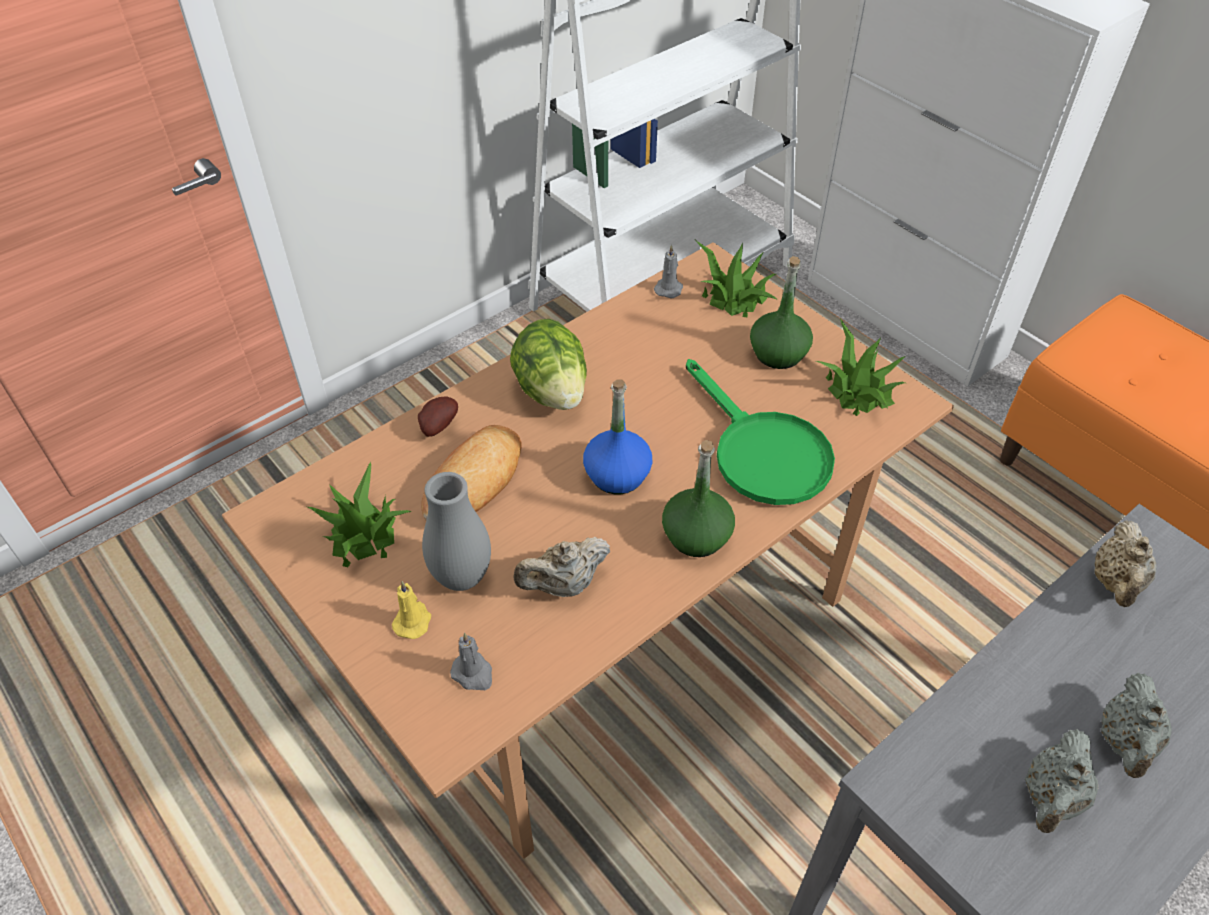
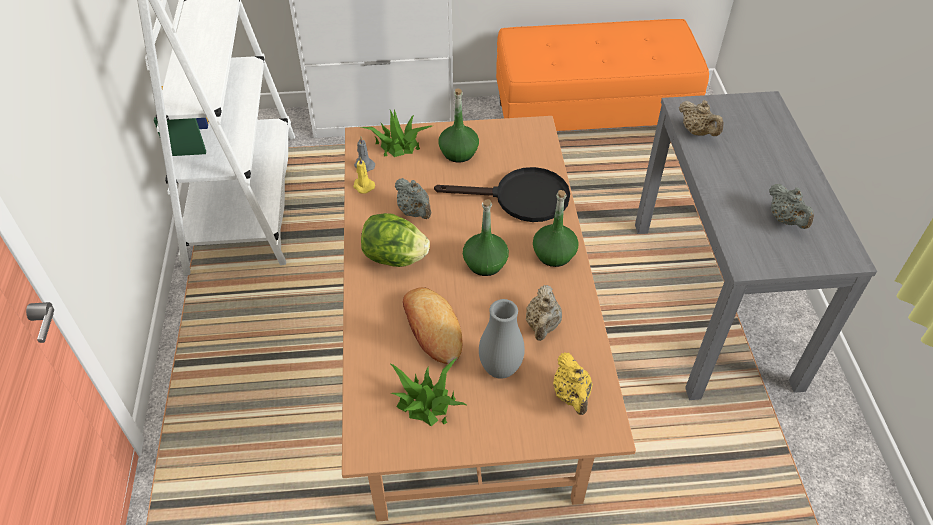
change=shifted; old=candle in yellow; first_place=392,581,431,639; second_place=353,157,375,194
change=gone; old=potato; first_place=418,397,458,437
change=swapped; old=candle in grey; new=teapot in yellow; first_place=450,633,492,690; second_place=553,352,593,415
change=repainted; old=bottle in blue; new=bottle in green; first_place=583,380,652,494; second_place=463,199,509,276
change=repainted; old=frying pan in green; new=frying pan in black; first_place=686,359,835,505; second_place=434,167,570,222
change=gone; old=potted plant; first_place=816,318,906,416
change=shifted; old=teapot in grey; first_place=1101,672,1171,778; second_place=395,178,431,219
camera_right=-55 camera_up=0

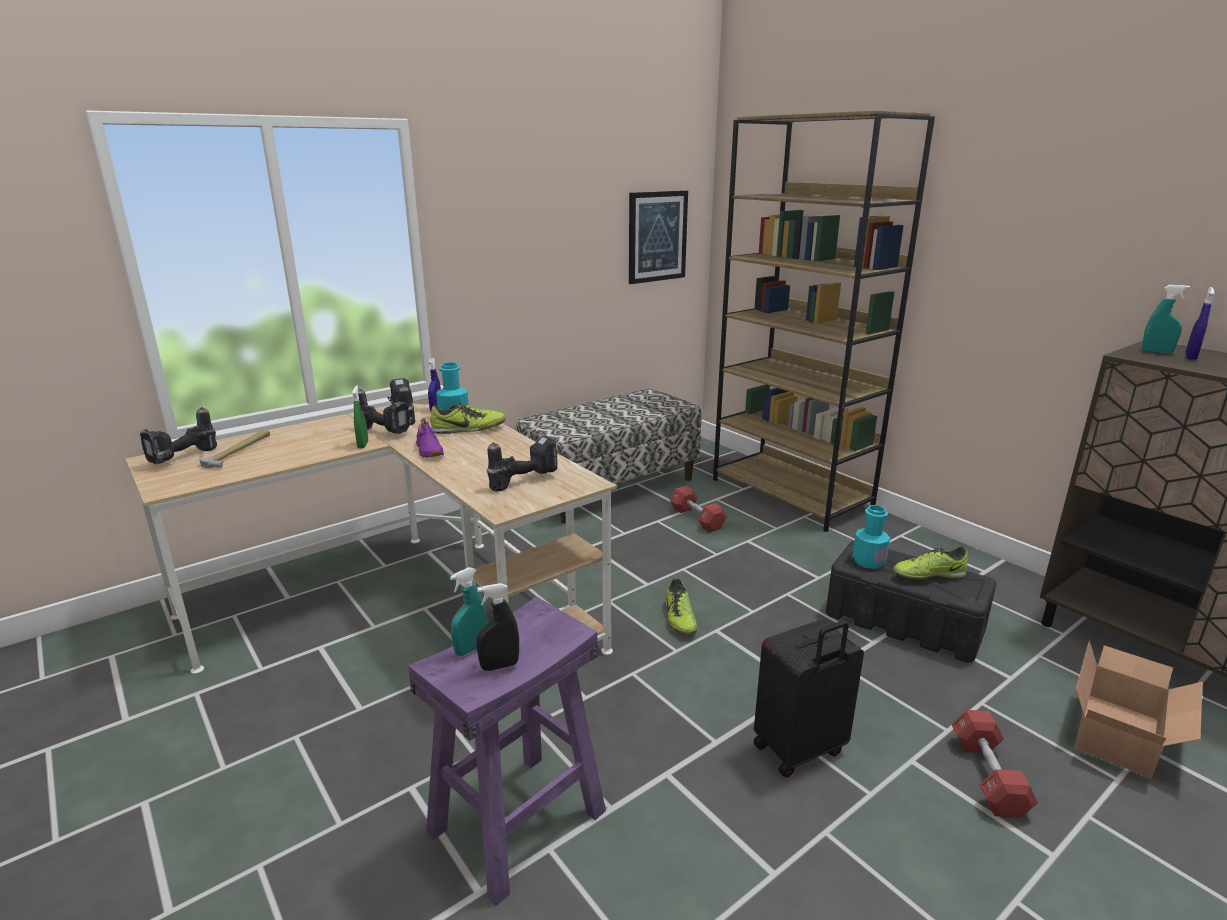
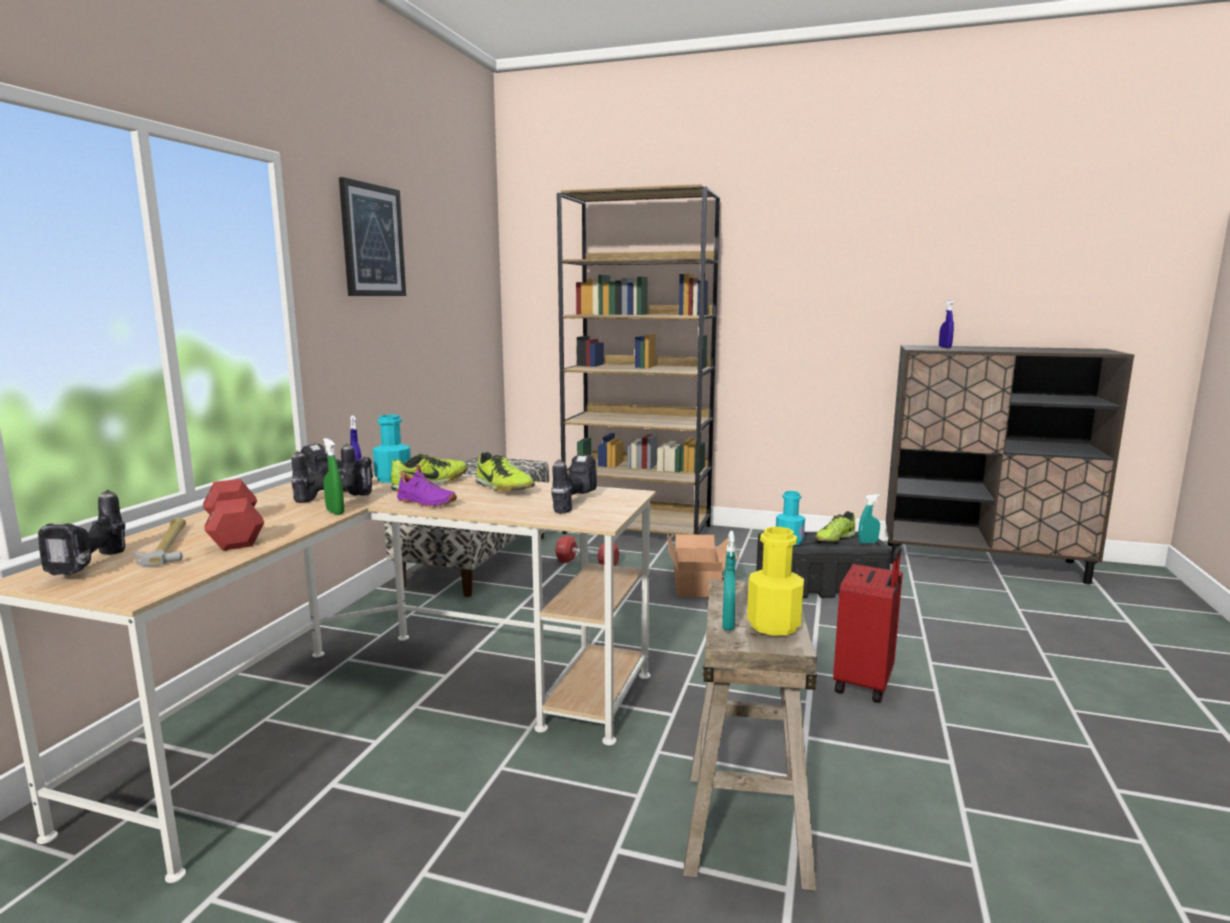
change=repainted; old=stool in purple; new=stool in beige; first_place=408,597,606,906; second_place=683,579,817,890
change=swapped; old=spray bottle in black; new=bottle in yellow; first_place=476,583,519,671; second_place=747,527,804,636
change=shifted; old=picture; first_place=629,190,688,284; second_place=339,177,406,296
change=shifted; old=shoe; first_place=665,579,697,634; second_place=476,452,535,491
change=repainted; old=suitcase in black; new=suitcase in red; first_place=754,620,864,778; second_place=833,547,903,703
change=shifted; old=dumbbell in red; first_place=952,710,1038,818; second_place=203,479,264,551
change=shifted; old=cardboard box; first_place=1074,640,1203,778; second_place=667,532,738,597
change=shifted; old=spray bottle in turquoise; first_place=1142,285,1190,353; second_place=858,494,880,544
camera_right=-35 camera_up=-10

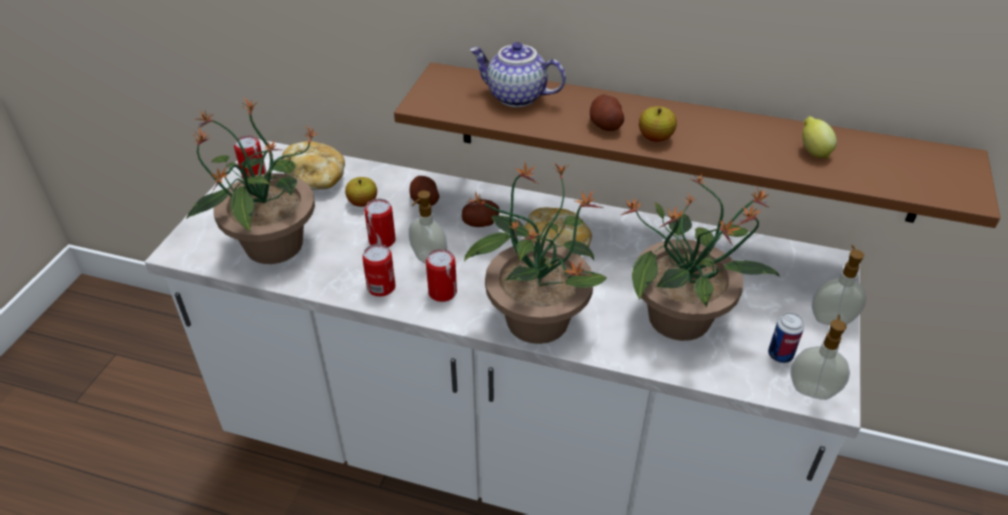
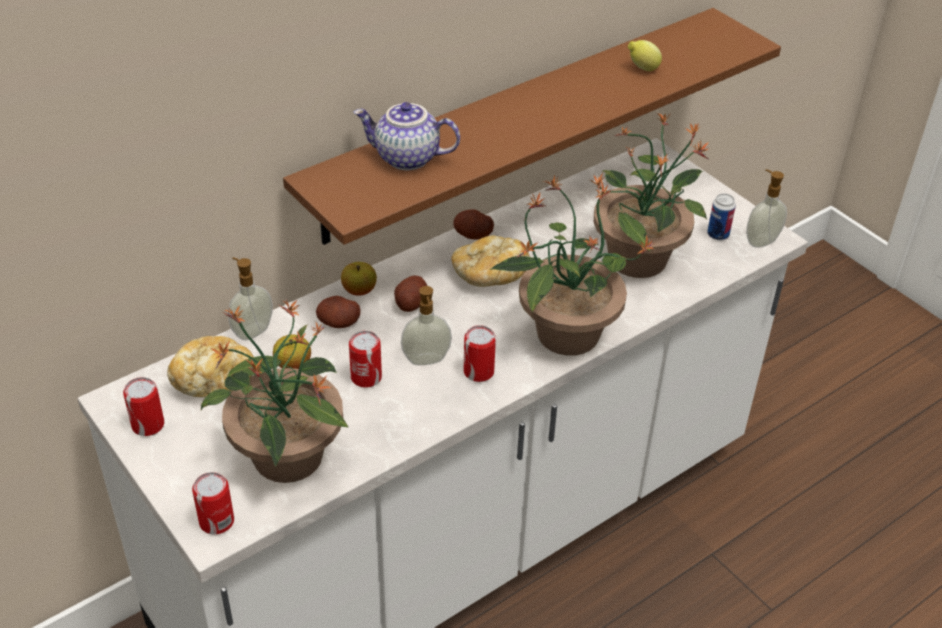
change=shifted; old=can; first_place=362,244,396,297; second_place=192,472,234,534
change=rotated; old=teapot; first_place=470,42,566,107; second_place=354,102,460,170; degrees=45
change=shifted; old=potato; first_place=590,95,624,131; second_place=453,209,494,240
change=shifted; old=apple; first_place=639,106,677,142; second_place=341,262,377,296
change=shifted; old=soap dispenser; first_place=812,245,867,325; second_place=228,257,273,340
camera_right=-55 camera_up=0

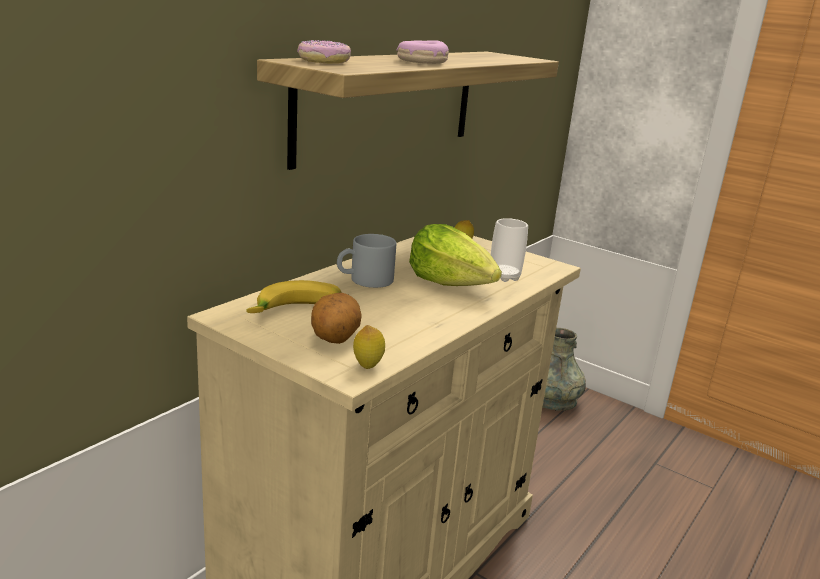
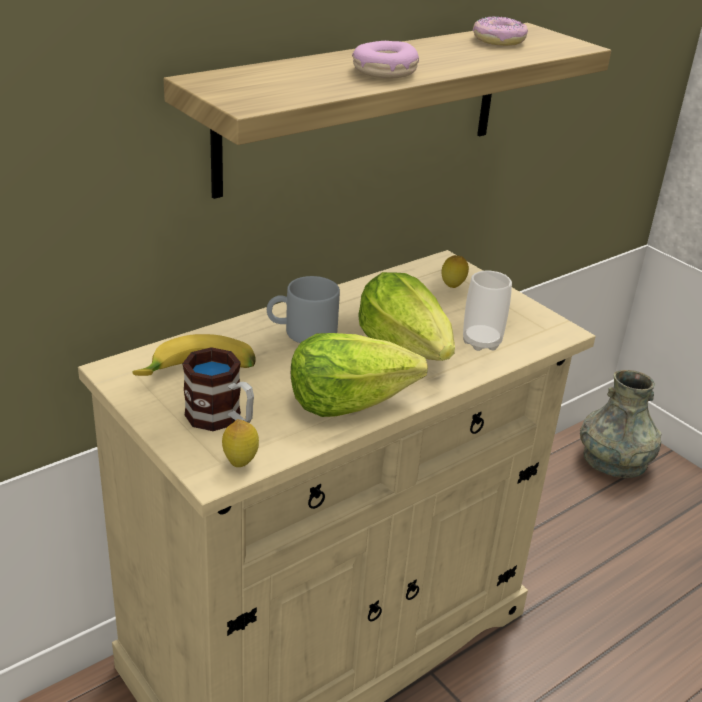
change=shifted; old=donut; first_place=297,40,351,64; second_place=473,16,528,46
change=swapped; old=potato; new=mug; first_place=311,293,362,344; second_place=182,347,254,431
change=new; new=lettuce; second_place=291,333,428,417
camera_right=15 camera_up=10

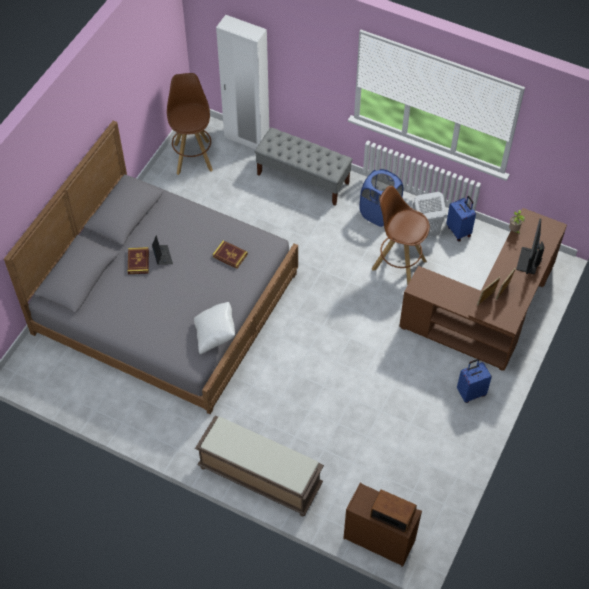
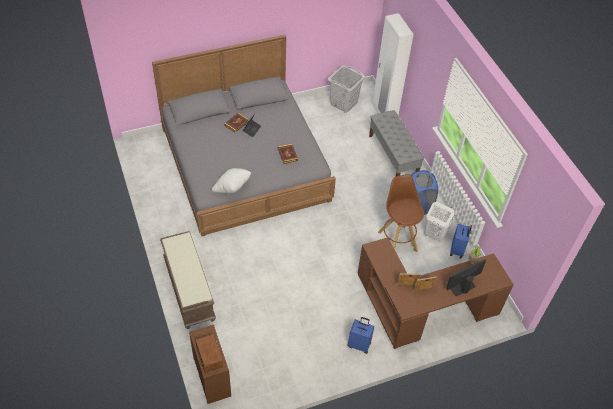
change=swapped; old=stool in brown; new=laundry basket in grey; first_place=167,73,213,175; second_place=328,65,365,113
camera_right=40 camera_up=-5

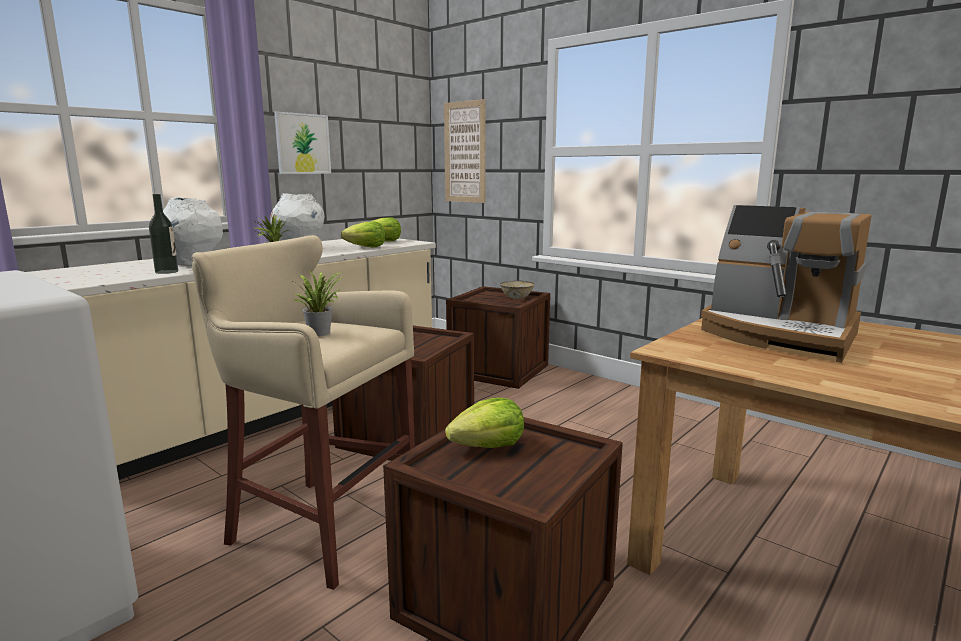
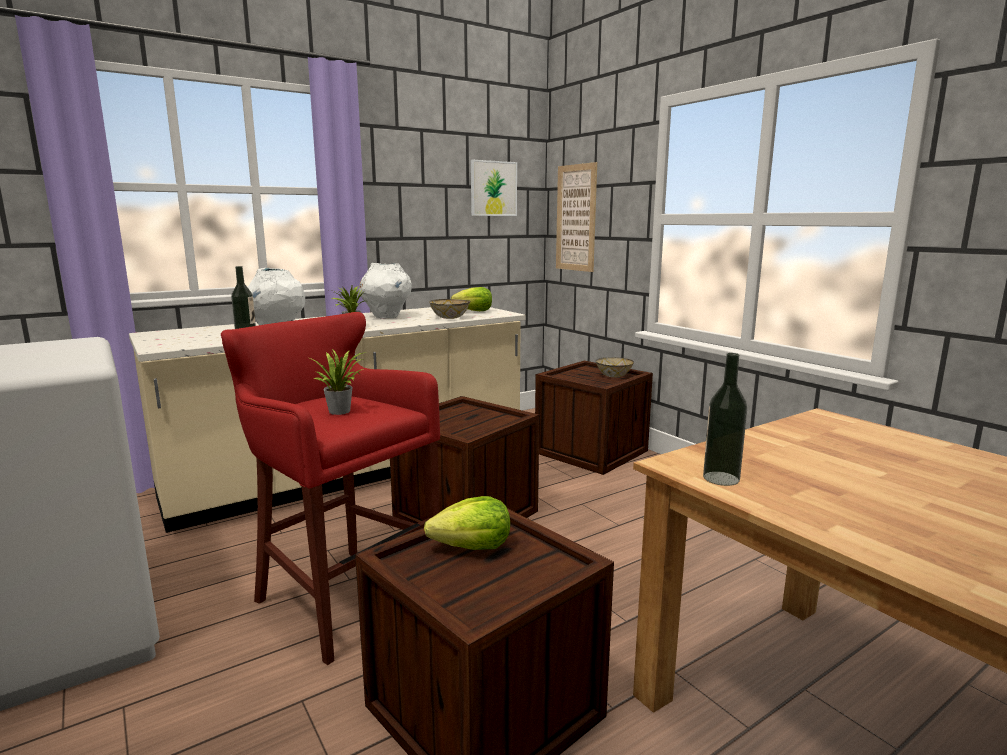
change=repainted; old=stool in beige; new=stool in red; first_place=192,235,415,590; second_place=221,312,440,665
change=shifted; old=picture; first_place=274,111,331,174; second_place=471,160,517,216
change=swapped; old=lettuce; new=bowl; first_place=341,221,386,247; second_place=429,299,470,319
change=gone; old=coffee machine; first_place=701,205,871,363
change=new; new=bottle; second_place=703,353,747,486
camera_right=15 camera_up=0

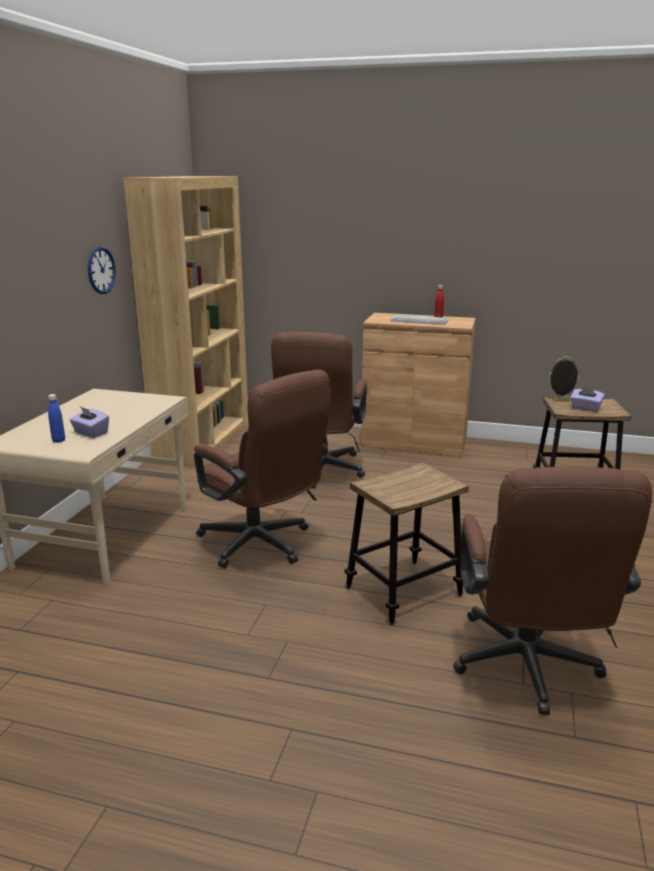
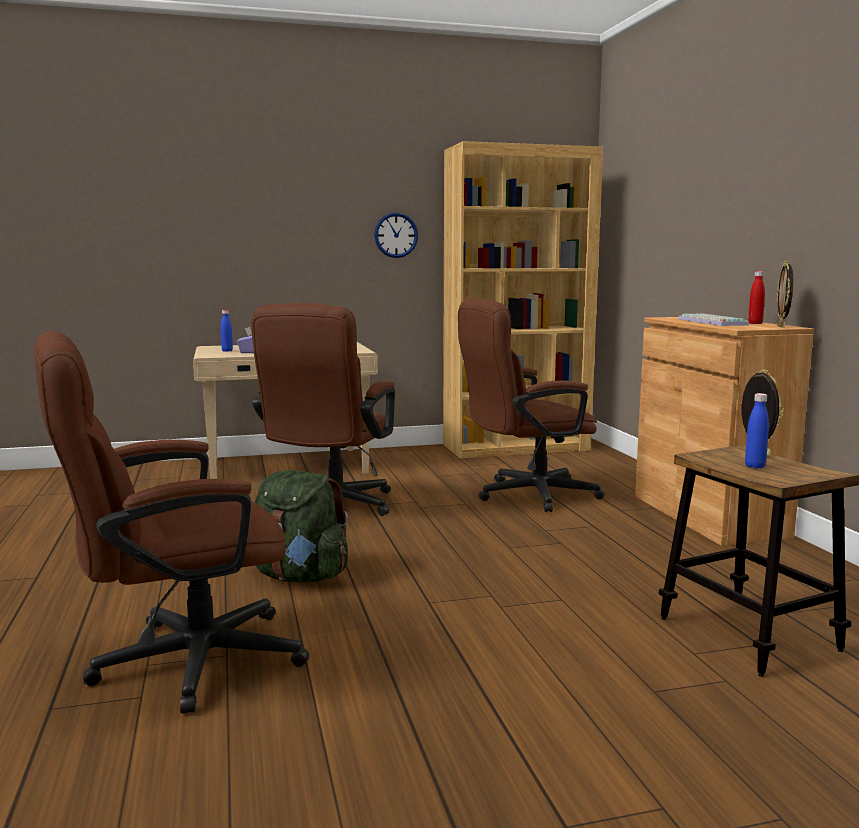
change=swapped; old=stool; new=backpack in green; first_place=344,462,469,625; second_place=255,470,348,583
change=swapped; old=tissue box in purple; new=bottle in blue; first_place=570,386,605,412; second_place=745,393,769,468
change=new; new=picture frame; second_place=777,260,793,328
camera_right=60 camera_up=-10

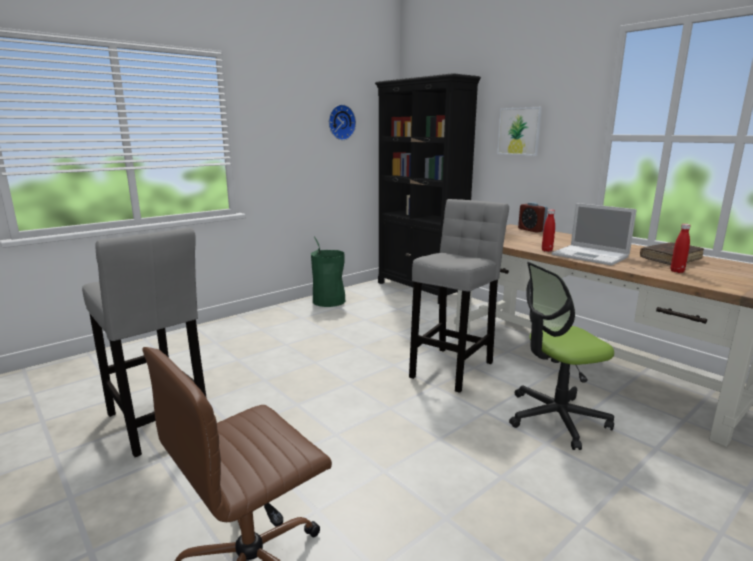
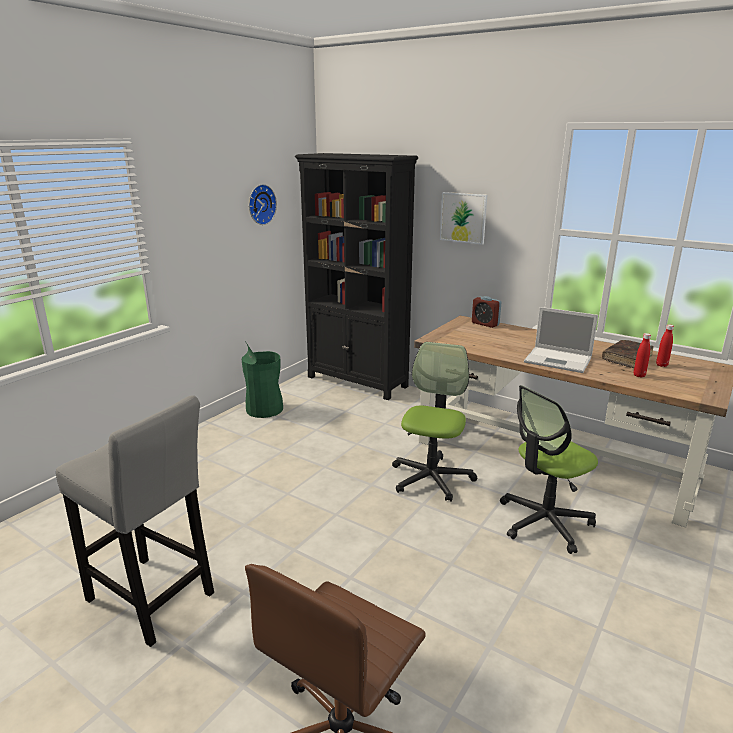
change=swapped; old=stool in grey; new=office chair; first_place=409,199,509,393; second_place=392,342,477,502
change=shifted; old=bottle in red; first_place=542,210,555,252; second_place=656,324,674,367
camera_right=-15 camera_up=5

